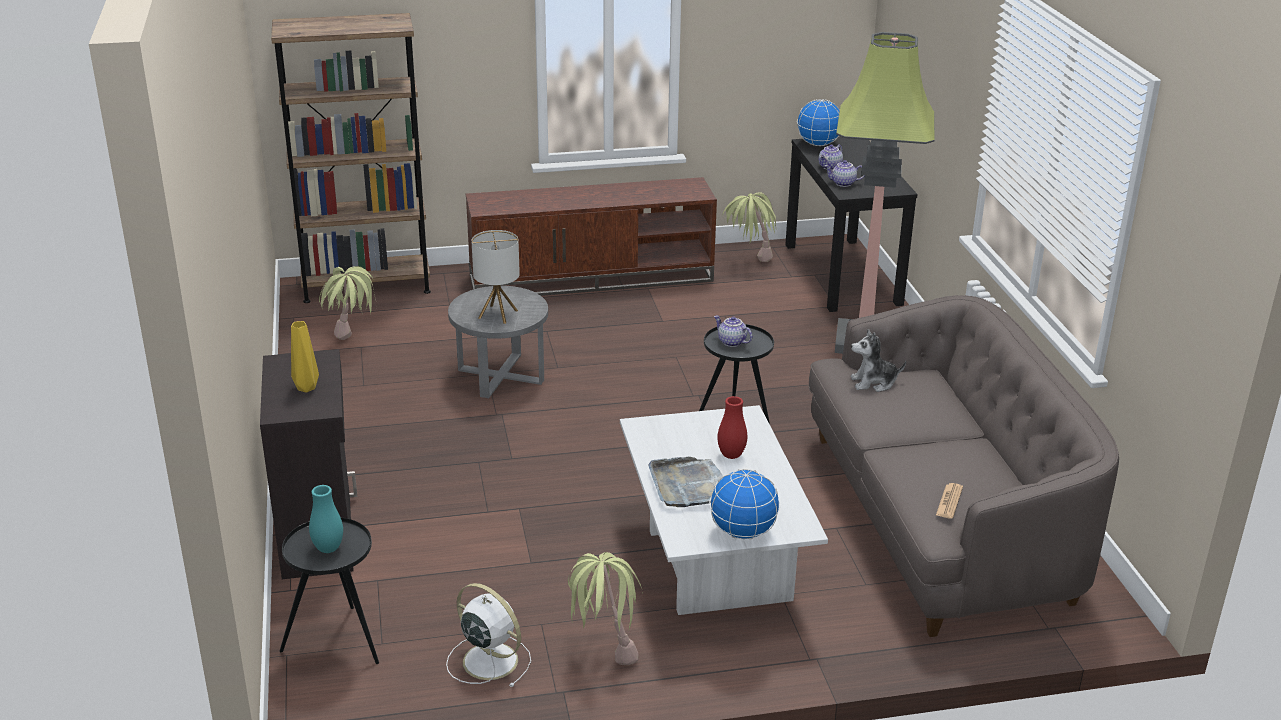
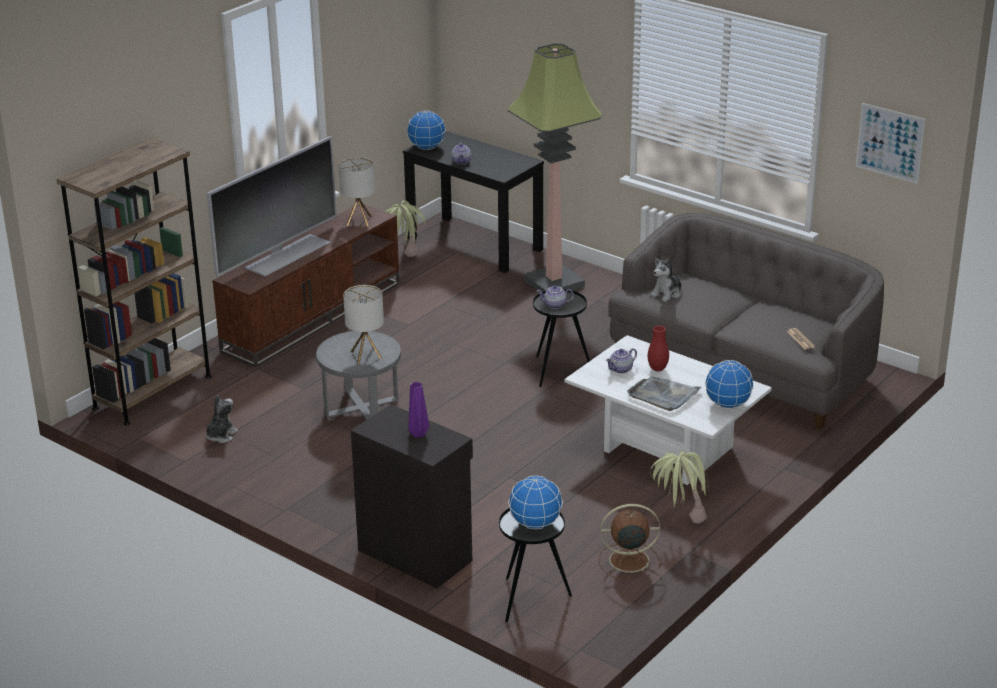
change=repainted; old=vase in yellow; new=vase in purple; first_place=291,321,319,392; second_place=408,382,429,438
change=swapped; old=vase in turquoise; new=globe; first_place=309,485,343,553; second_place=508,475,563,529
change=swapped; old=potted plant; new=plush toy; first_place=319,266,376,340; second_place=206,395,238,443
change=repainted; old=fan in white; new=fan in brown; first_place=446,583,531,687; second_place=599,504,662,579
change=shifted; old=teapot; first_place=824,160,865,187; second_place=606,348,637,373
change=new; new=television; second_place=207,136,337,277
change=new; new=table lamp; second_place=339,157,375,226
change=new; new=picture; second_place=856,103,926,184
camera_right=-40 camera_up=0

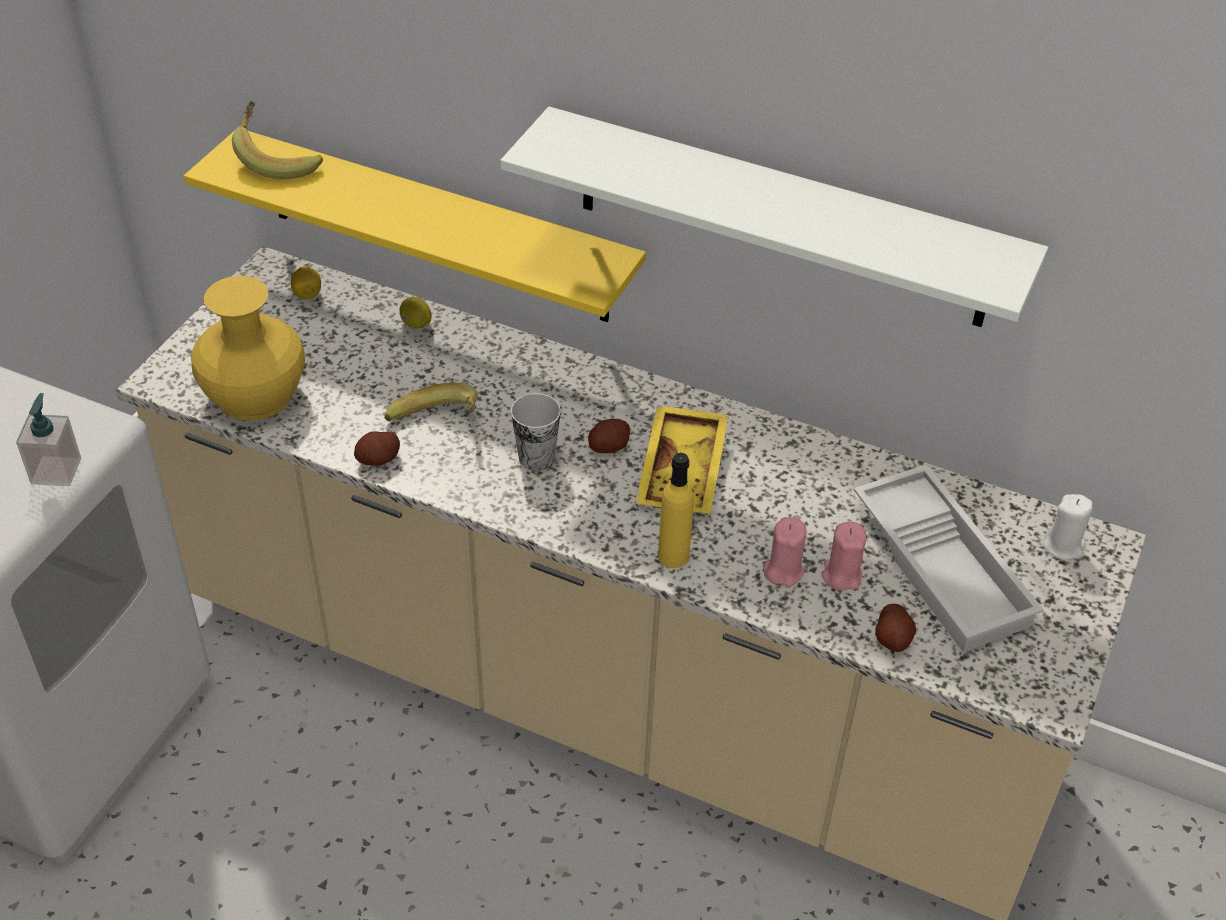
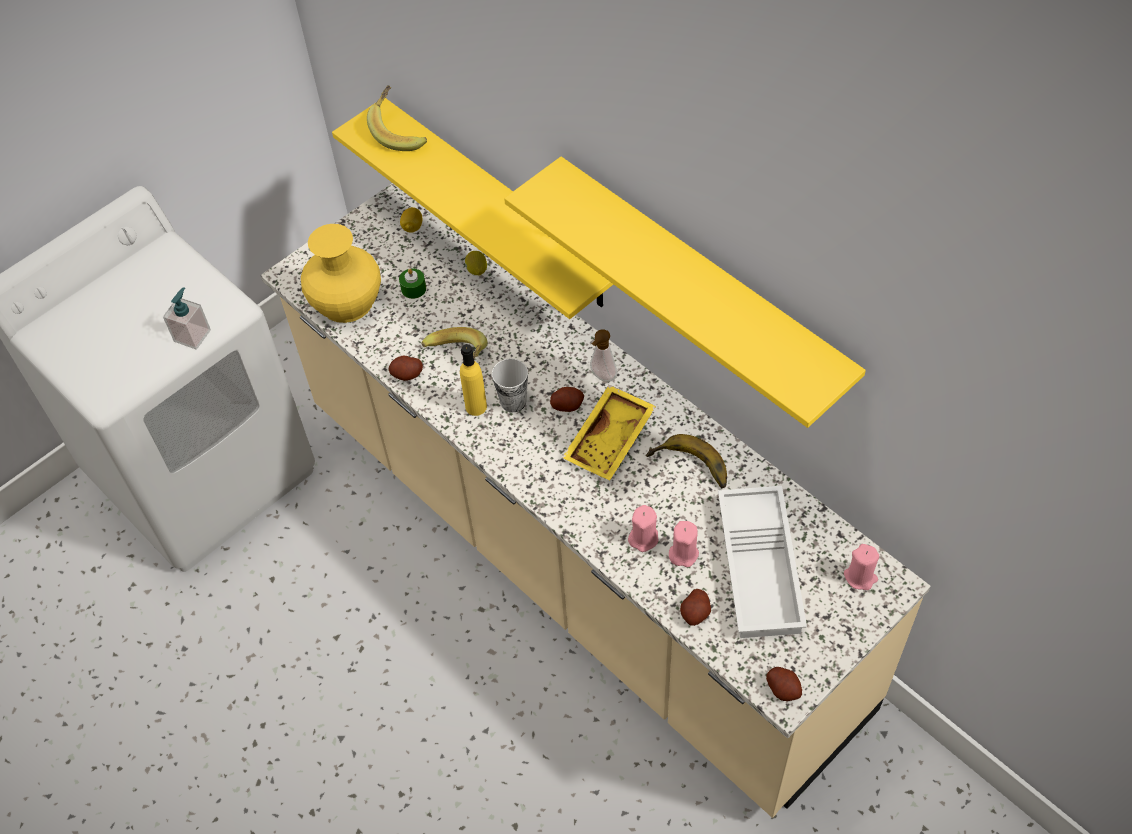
change=repainted; old=shelf in white; new=shelf in yellow; first_place=500,106,1048,327; second_place=504,157,866,428
change=shifted; old=bottle in yellow; first_place=658,453,694,568; second_place=460,344,487,416
change=repainted; old=candle in white; new=candle in pink; first_place=1042,494,1093,560; second_place=844,544,879,590
change=new; new=candle in green; second_place=399,269,426,299
change=new; new=soap dispenser; second_place=590,329,617,382
change=new; new=banana; second_place=646,434,727,489
change=new; new=potato; second_place=766,667,802,701
camera_right=25 camera_up=10

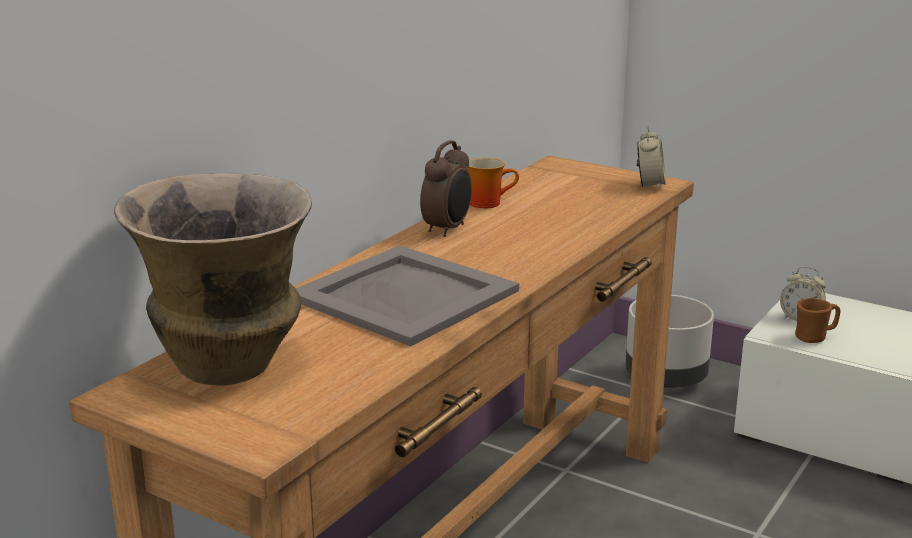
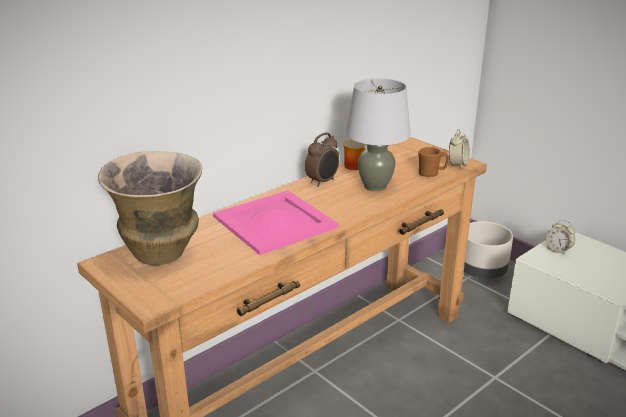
change=repainted; old=tray in grey; new=tray in pink; first_place=295,245,519,346; second_place=213,190,338,255
change=shifted; old=mug in brown; first_place=795,298,840,343; second_place=418,147,449,177
change=new; new=table lamp in grey; second_place=346,78,411,191
camera_right=15 camera_up=5

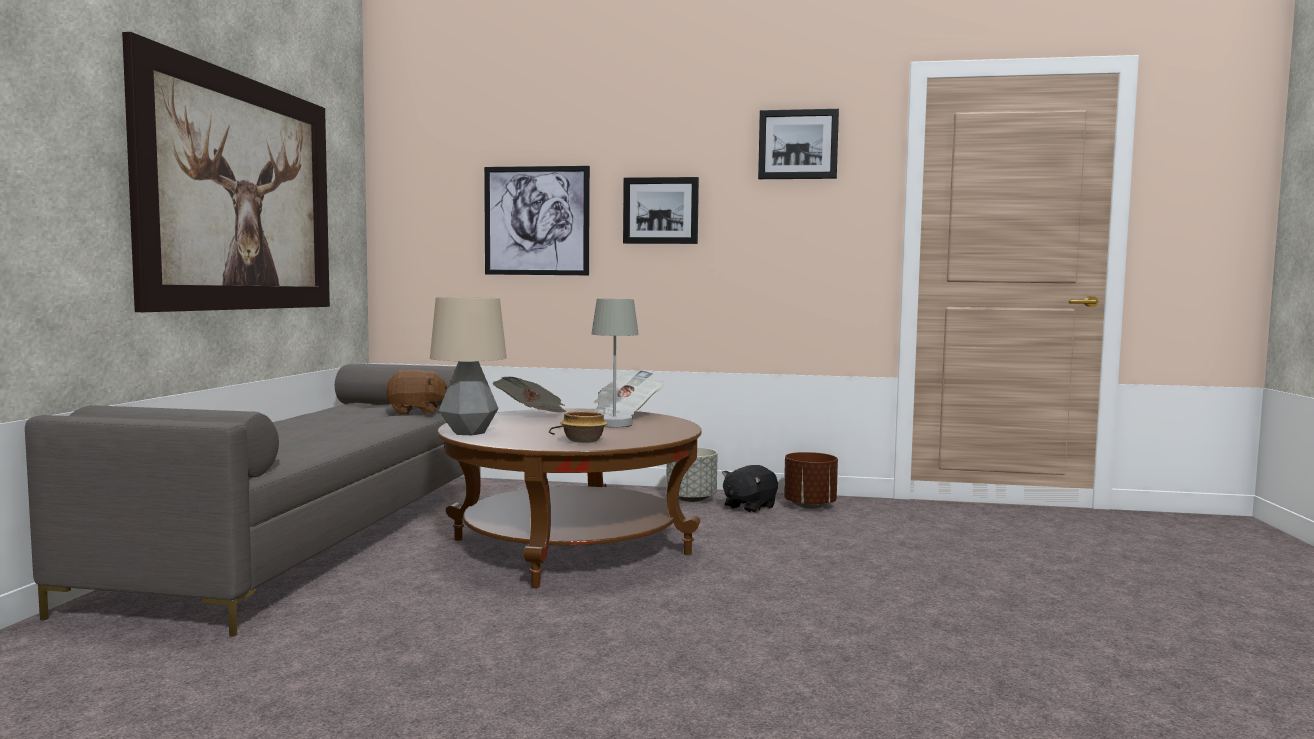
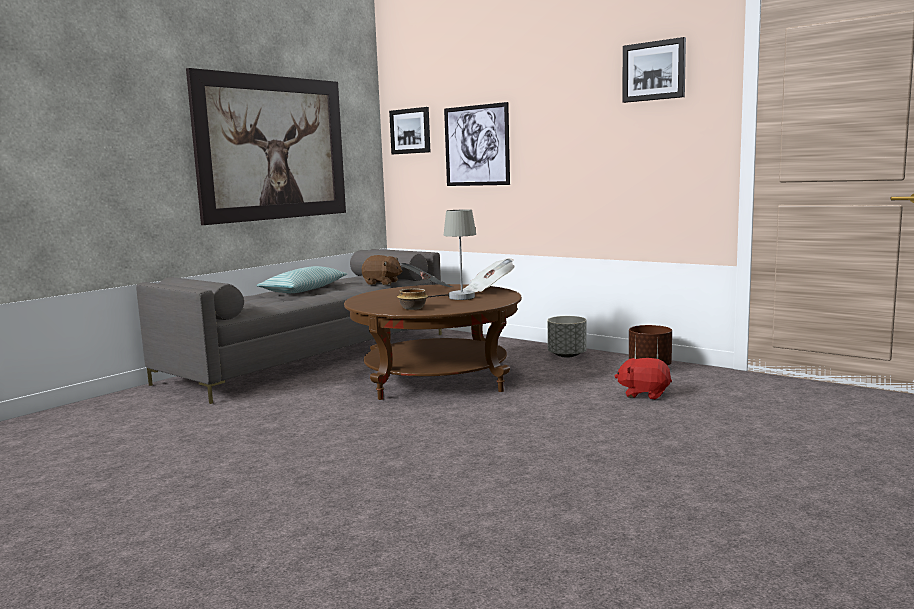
change=gone; old=table lamp; first_place=430,297,507,435
change=shifted; old=picture; first_place=623,177,699,244; second_place=389,107,430,154
change=gone; old=plush toy in black; first_place=722,465,778,513
change=new; new=pillow; second_place=257,266,347,293
change=new; new=plush toy in red; second_place=615,358,672,399
camera_right=30 camera_up=5

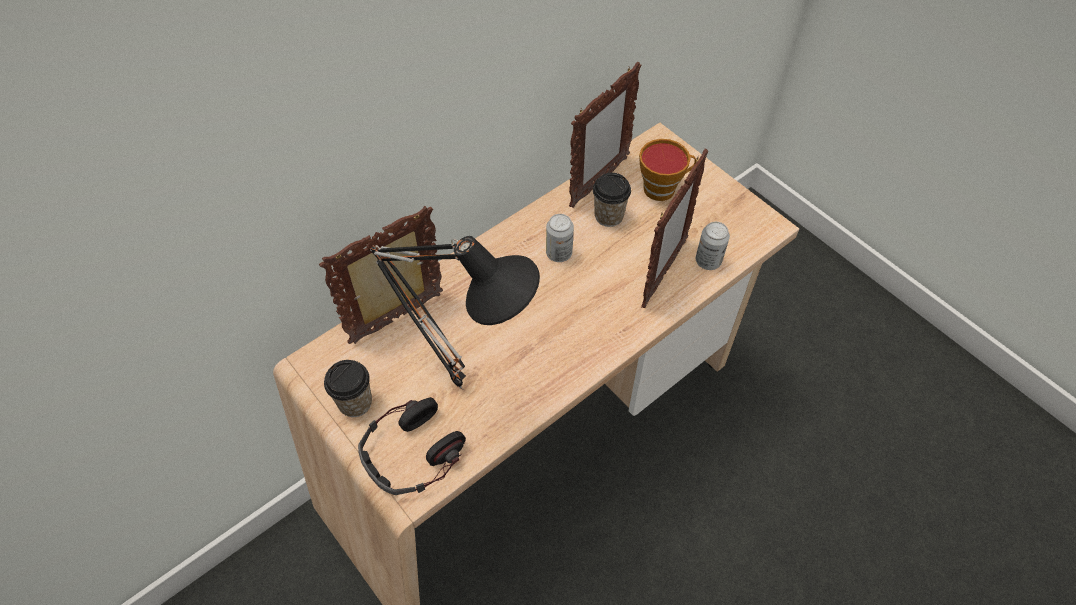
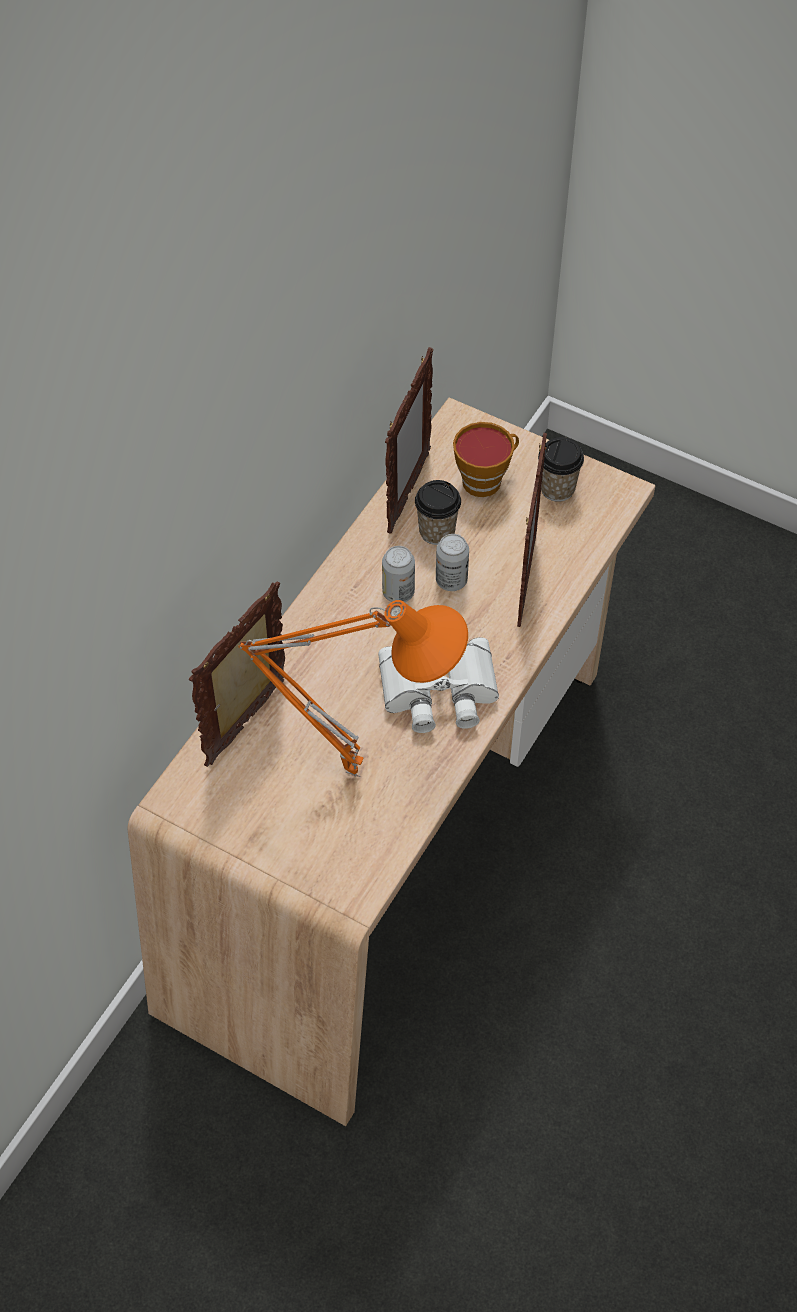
change=shifted; old=cup; first_place=324,360,372,417; second_place=538,437,584,502
change=gone; old=headphones; first_place=358,397,466,495
change=repainted; old=table lamp in black; new=table lamp in orange; first_place=369,236,540,390; second_place=238,600,468,777
change=shifted; old=can; first_place=696,222,730,270; second_place=436,534,469,591
change=new; new=binoculars in white; second_place=378,637,499,733
camera_right=-20 camera_up=0

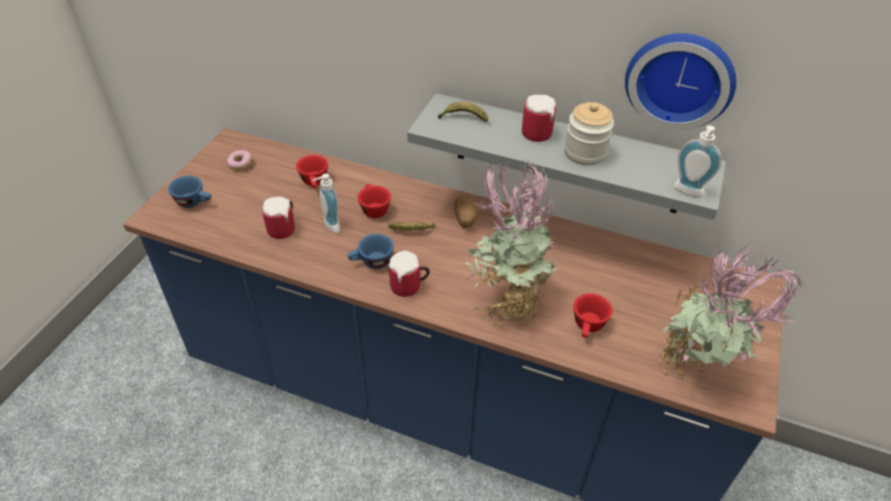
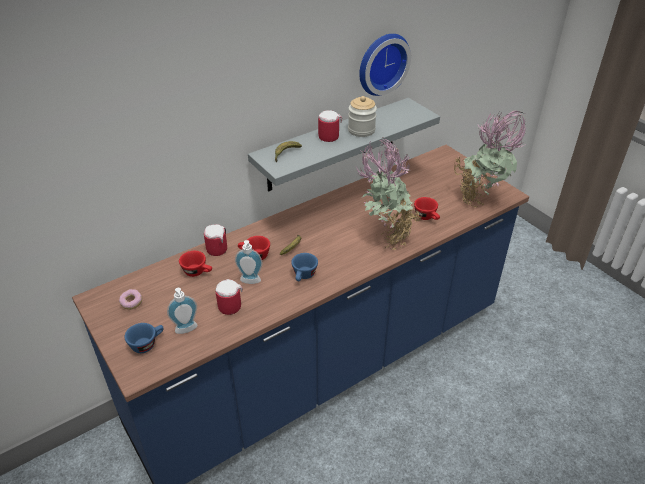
change=shifted; old=mug; first_place=389,251,430,297; second_place=204,224,227,256
change=gone; old=potato; first_place=455,196,479,228
change=shifted; old=soap dispenser; first_place=673,125,722,198; second_place=167,288,197,334
camera_right=-55 camera_up=-5

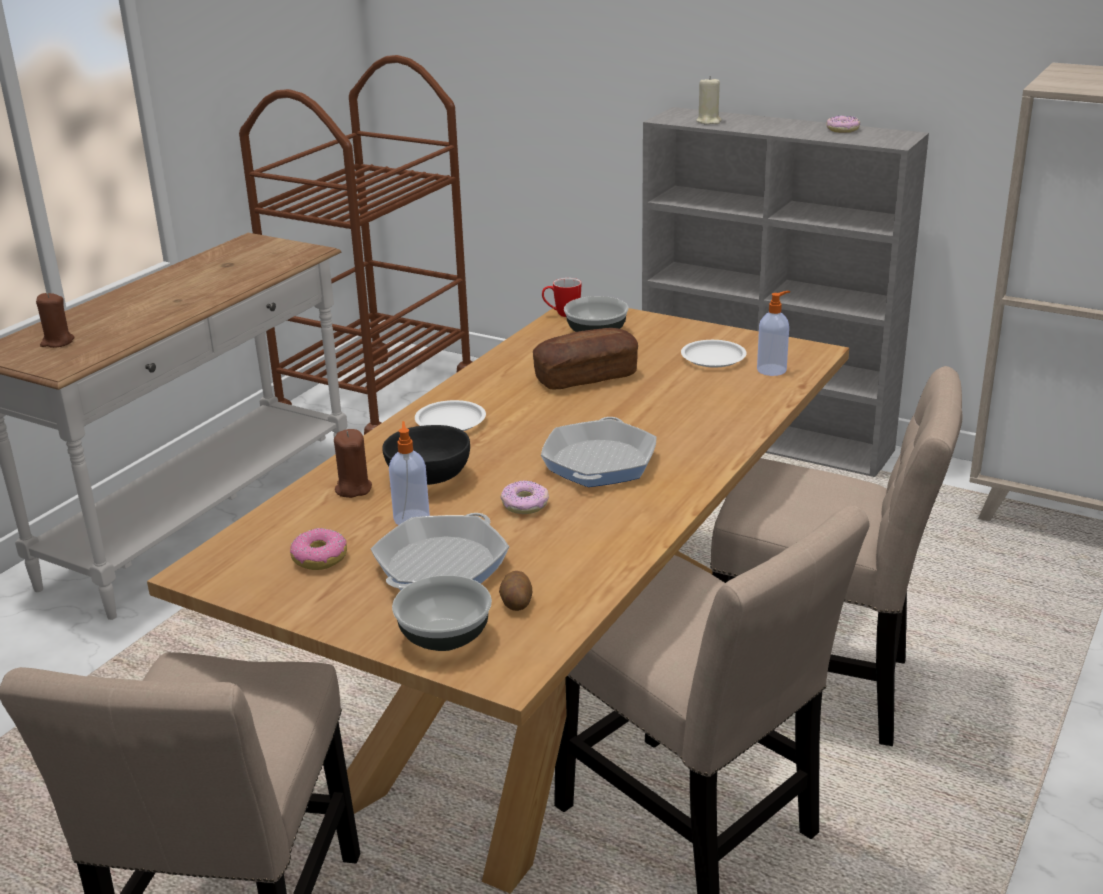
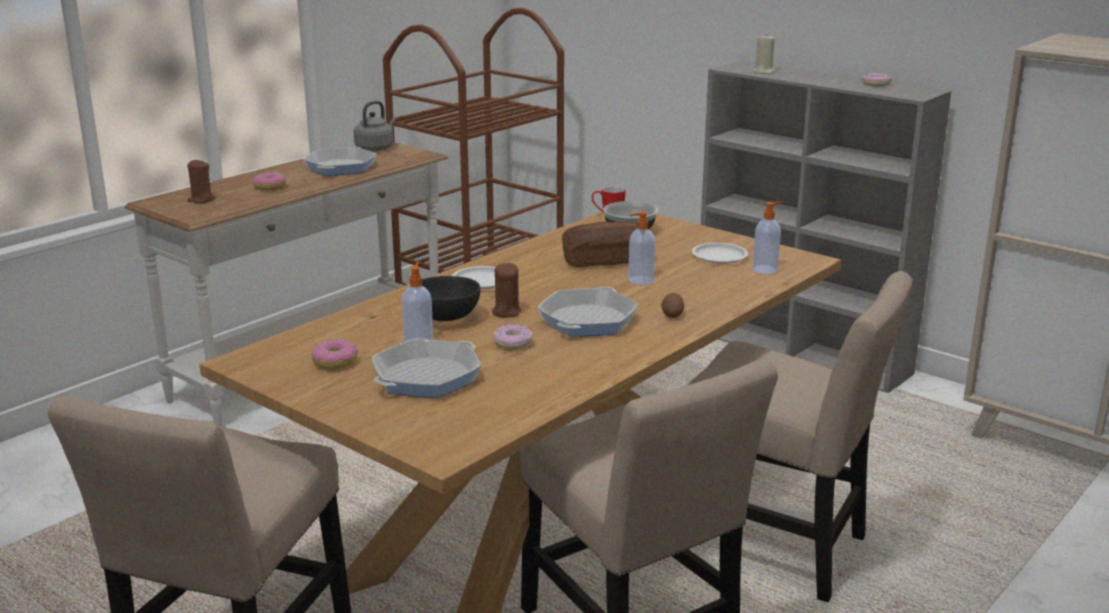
change=shifted; old=candle in brown; first_place=334,429,372,498; second_place=492,263,521,317
change=gone; old=bowl; first_place=392,575,492,651
change=shifted; old=potato; first_place=499,571,532,611; second_place=661,293,684,318
change=new; new=donut; second_place=253,172,286,190
change=new; new=frying pan; second_place=303,146,377,176
change=new; new=kettle in grey; second_place=354,101,396,151
change=new; new=soap dispenser; second_place=628,211,655,285
camera_right=10 camera_up=-5

